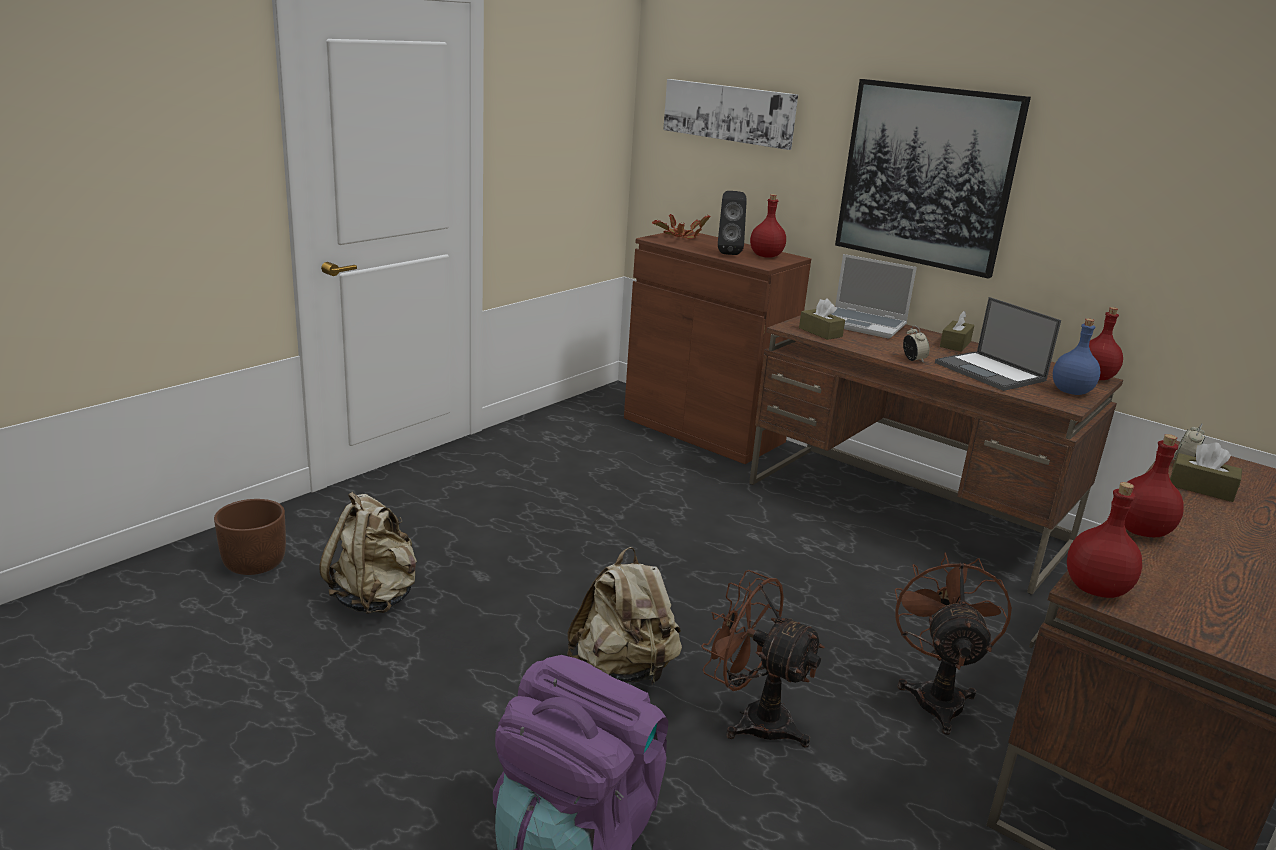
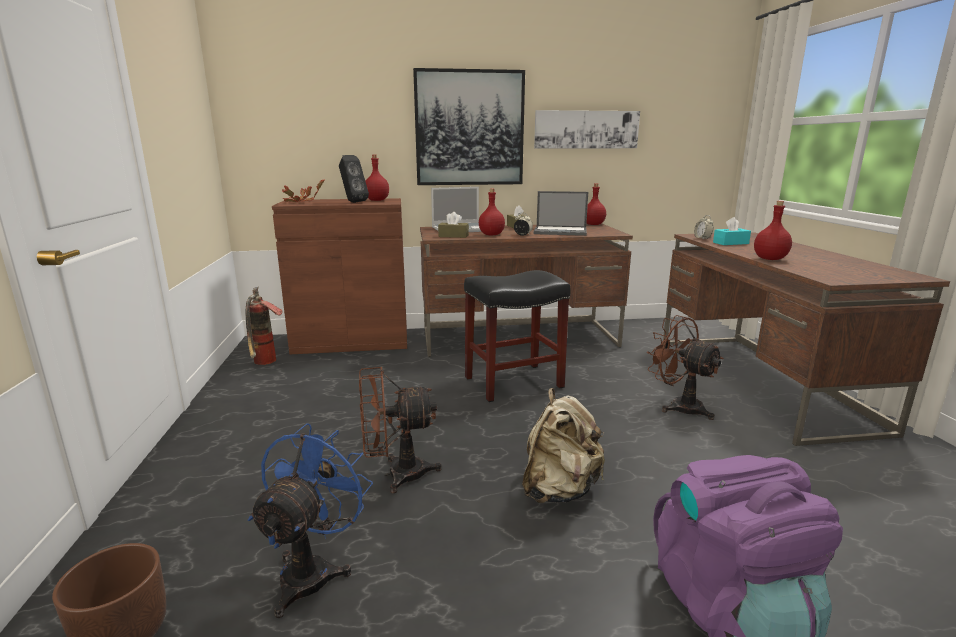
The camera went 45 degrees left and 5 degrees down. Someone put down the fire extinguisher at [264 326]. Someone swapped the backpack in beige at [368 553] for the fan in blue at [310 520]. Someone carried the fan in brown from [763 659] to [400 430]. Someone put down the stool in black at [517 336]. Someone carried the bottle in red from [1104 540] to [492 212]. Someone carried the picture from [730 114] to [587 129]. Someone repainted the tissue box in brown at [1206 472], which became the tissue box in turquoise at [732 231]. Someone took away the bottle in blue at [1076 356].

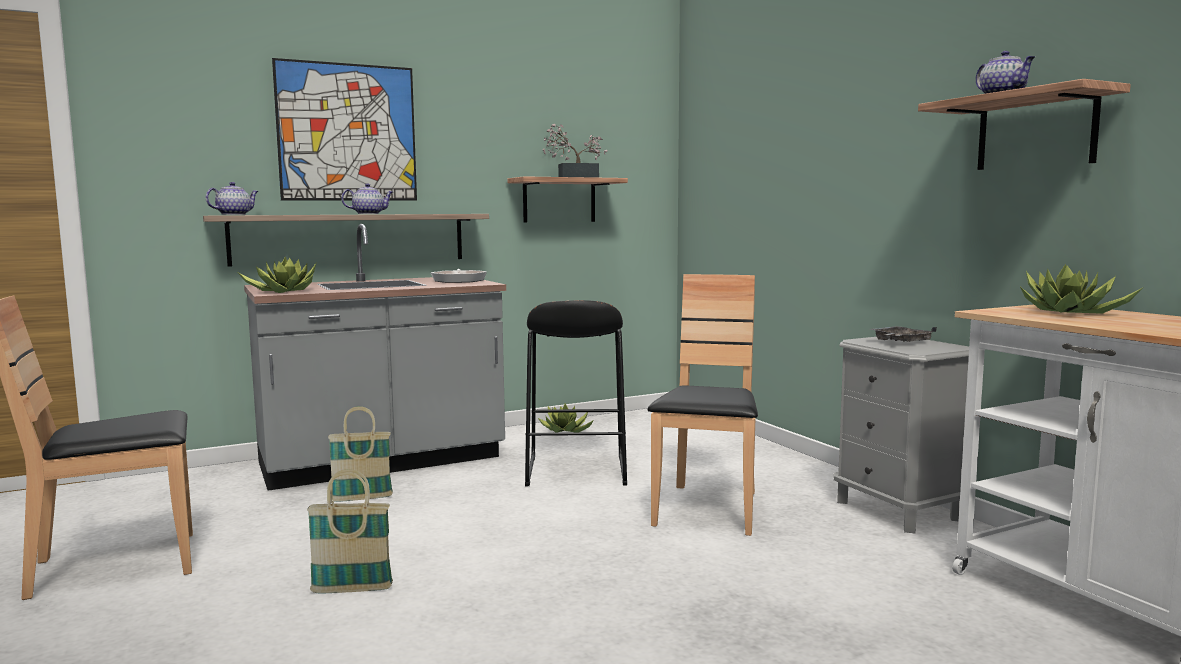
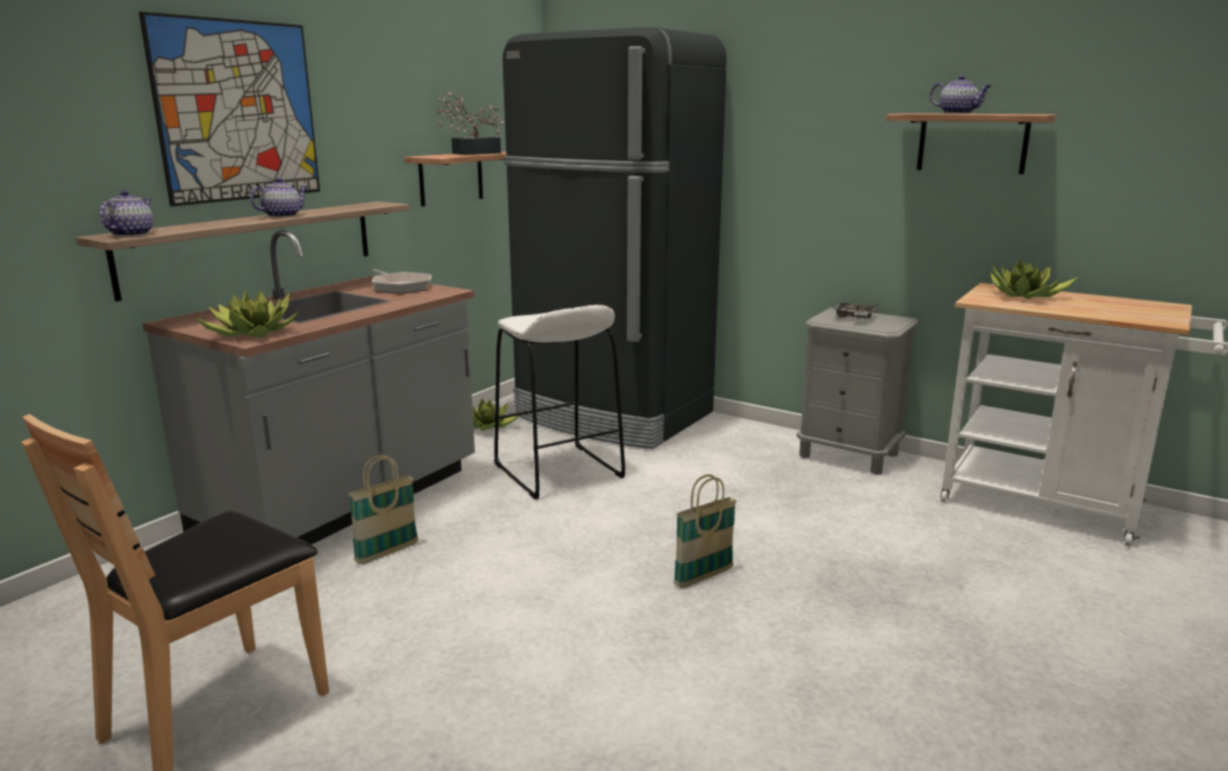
The camera went 30 degrees left and 10 degrees up. Someone repainted the stool in black at [576 393], which became the stool in white at [559 402]. Someone put down the fridge in black at [614 238]. Someone carried the basket from [350 531] to [705 531]. Someone took away the chair in brown at [702 405].

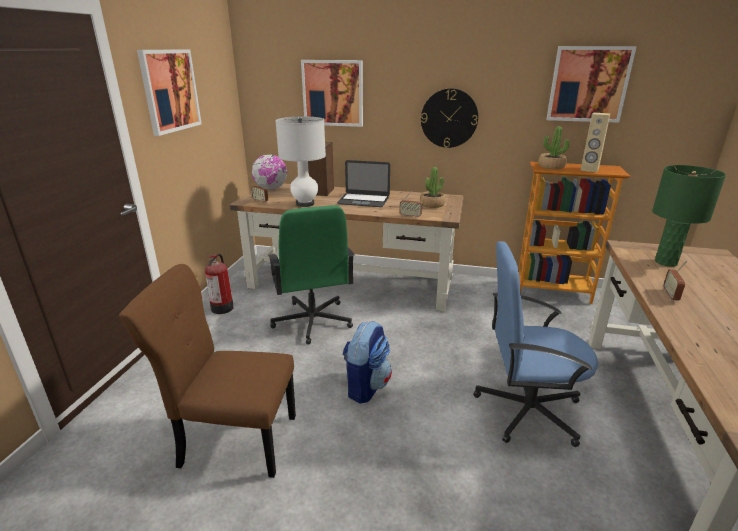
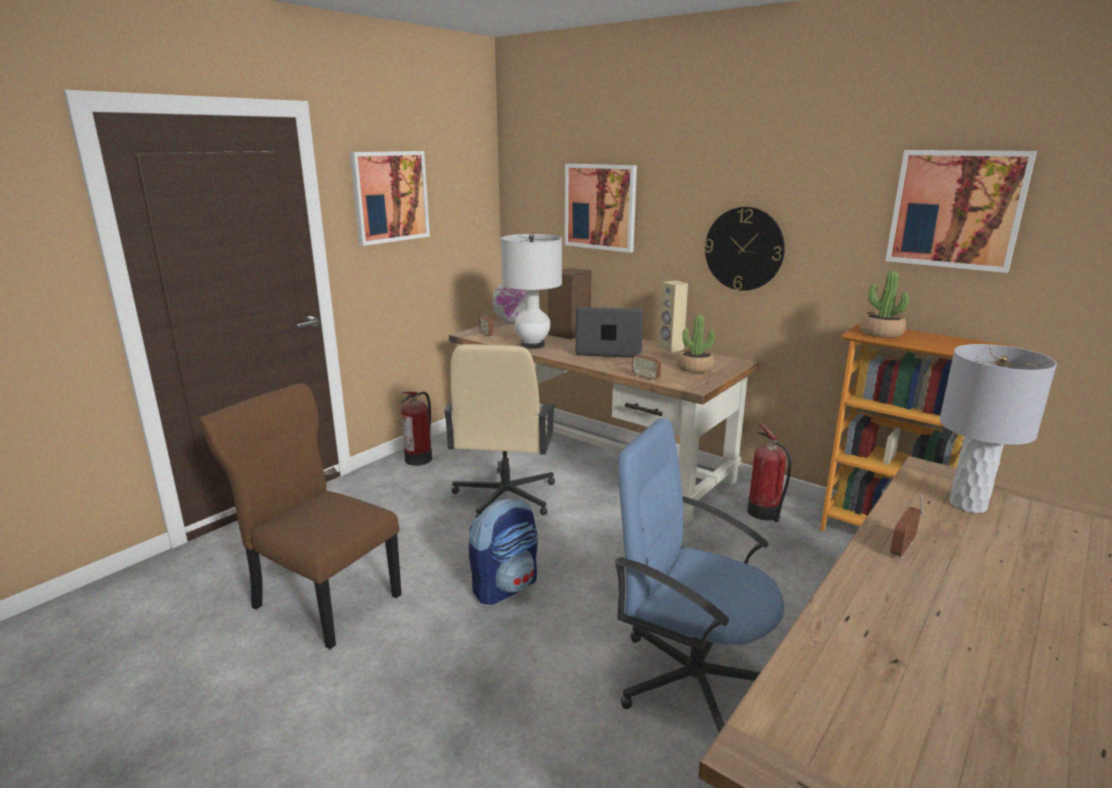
The camera went 25 degrees right and 5 degrees down. Someone repainted the office chair in green at [311 275], which became the office chair in beige at [499 431]. Someone rotated the laptop at [363 183] by 150 degrees clockwise. Someone carried the speaker in beige from [595 142] to [673 316]. Someone put down the fire extinguisher at [769 472]. Someone repainted the table lamp in green at [689 216], which became the table lamp in grey at [998 428].

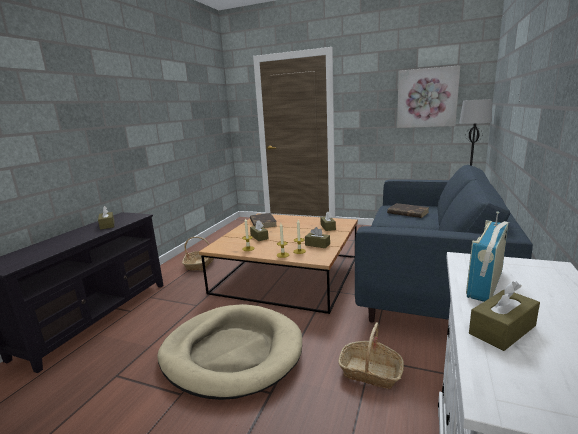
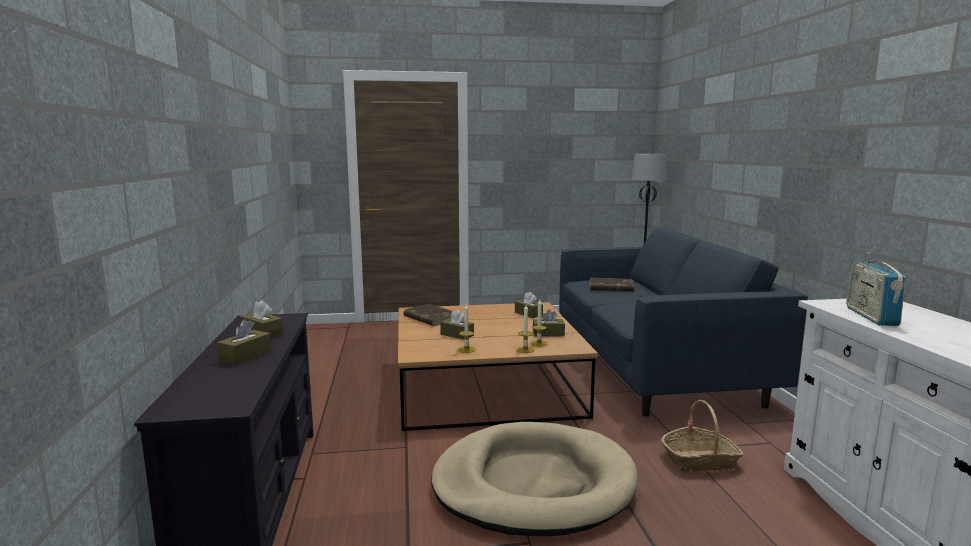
The camera went 30 degrees left and 5 degrees down. Someone carried the tissue box in brown from [504 316] to [244 342]. Someone took away the basket at [198 254]. Someone took away the picture at [428 96].

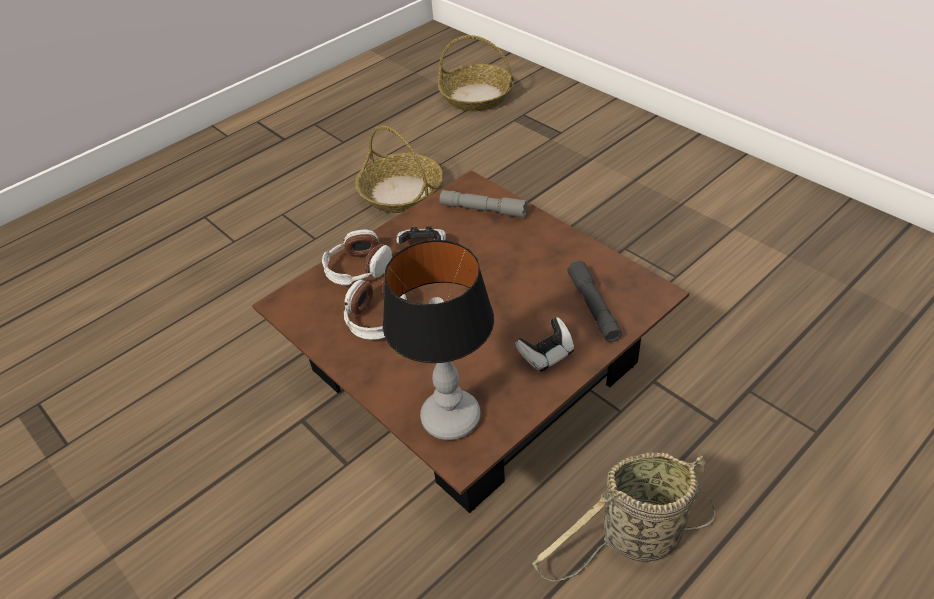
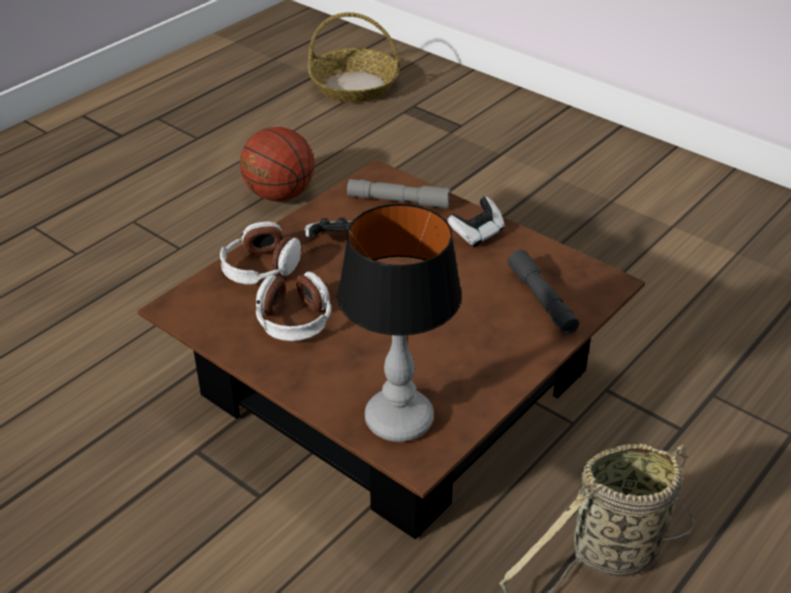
The camera went 10 degrees left and 5 degrees down. Someone swapped the basket at [399 169] for the basketball at [277 164]. Someone carried the game controller from [544 344] to [476 221].

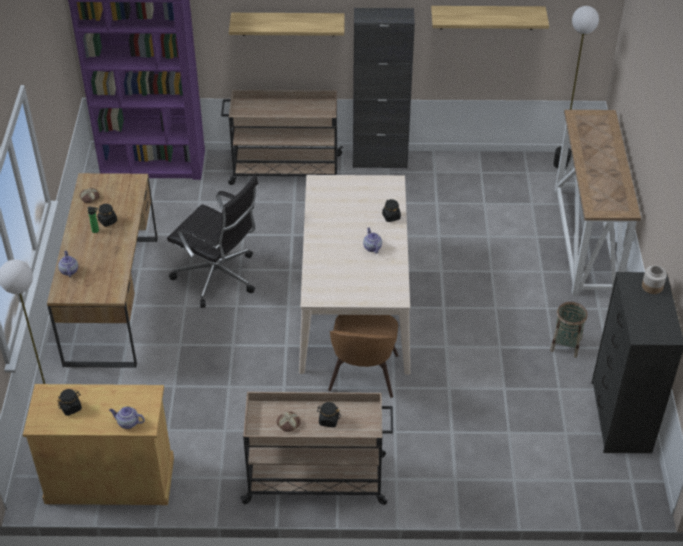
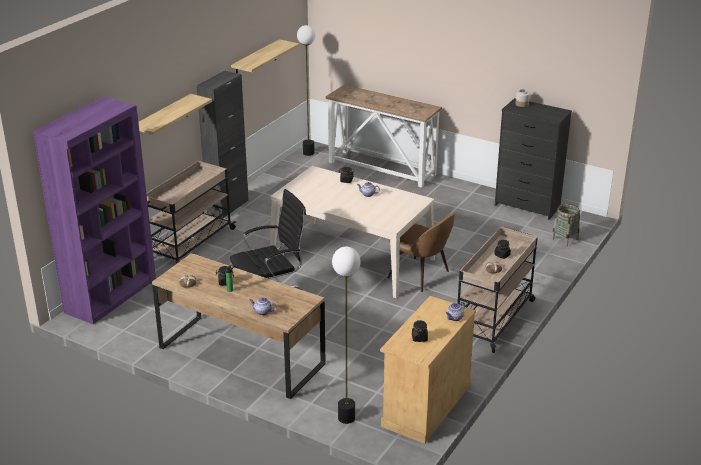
The camera went 60 degrees left and 15 degrees down. Someone carried the basket from [568 330] to [565 225].

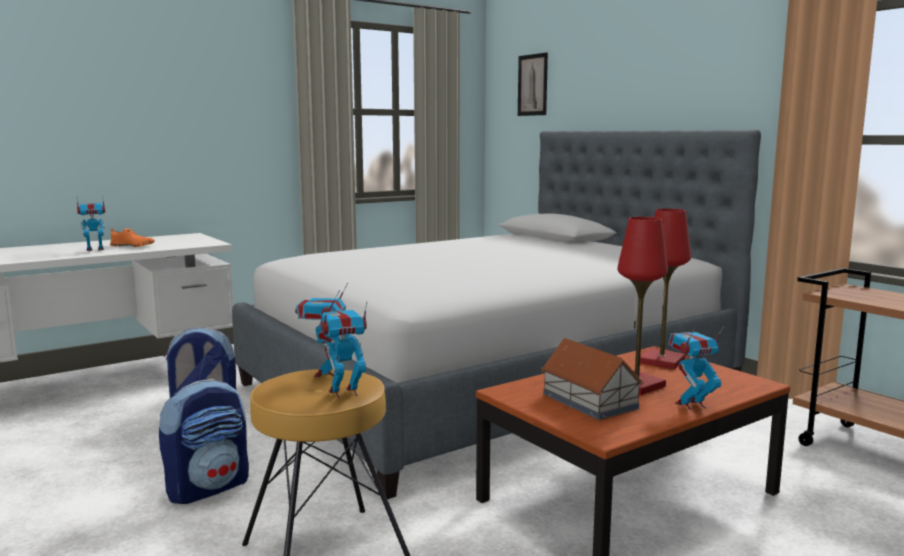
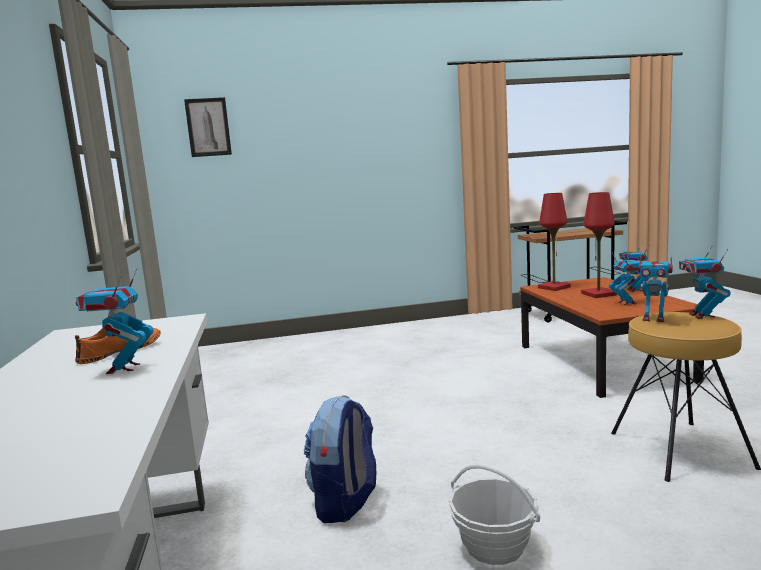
The camera went 65 degrees left and 0 degrees up. Someone put down the basket at [494 514]. Someone swapped the toy house at [592 379] for the toy robot at [626 279]. Someone took away the backpack at [204 441]. Someone took away the bed at [496 314].

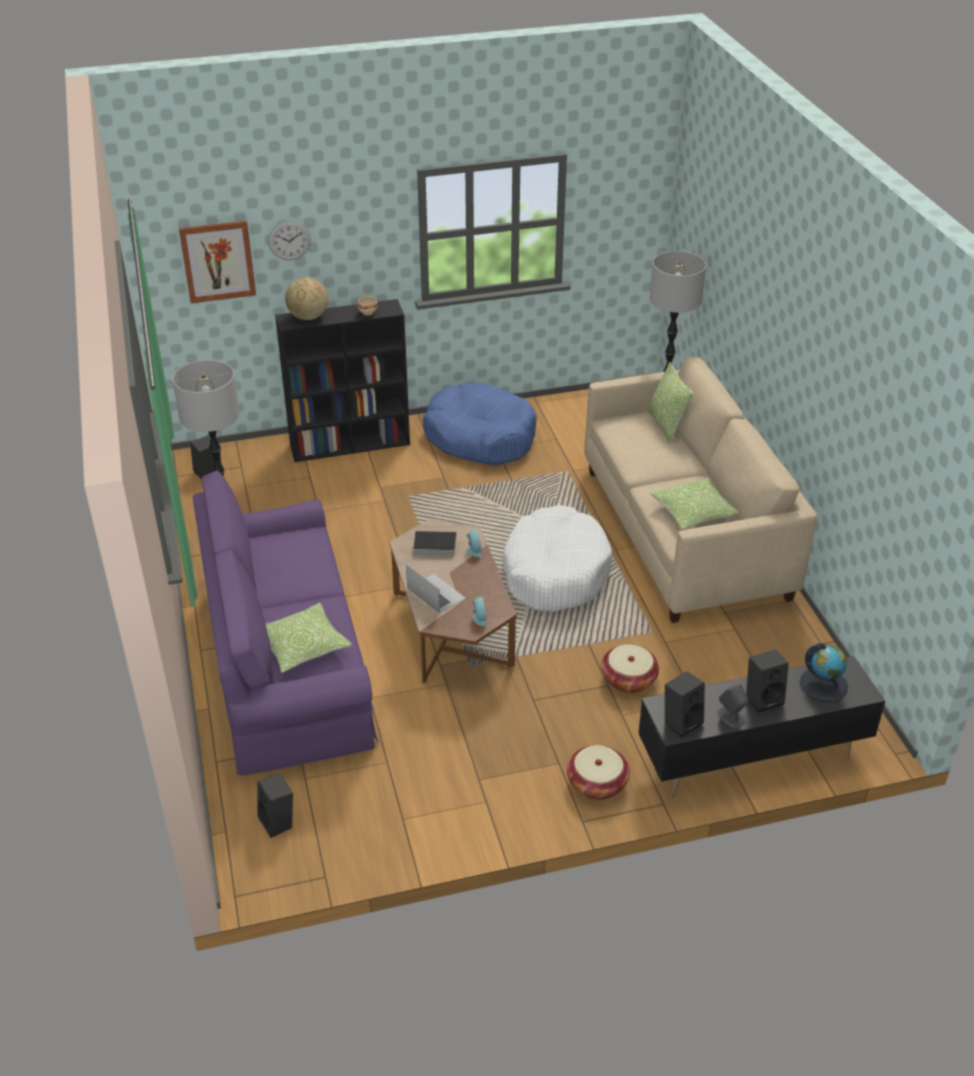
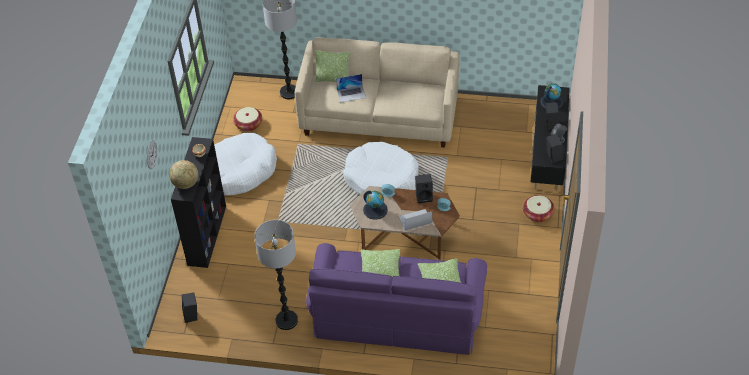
The camera went 65 degrees left and 10 degrees up. Someone repainted the dog bed in blue at [480 424], which became the dog bed in white at [245 164]. Someone carried the basket from [630 668] to [247 119]. Someone put down the laptop at [351 88]. Someone carried the pillow from [695 504] to [380 263]. Someone swapped the book at [432 543] for the globe at [375 205]. Someone carried the speaker in black from [275 805] to [424 188]. Someone took away the picture at [217 261].

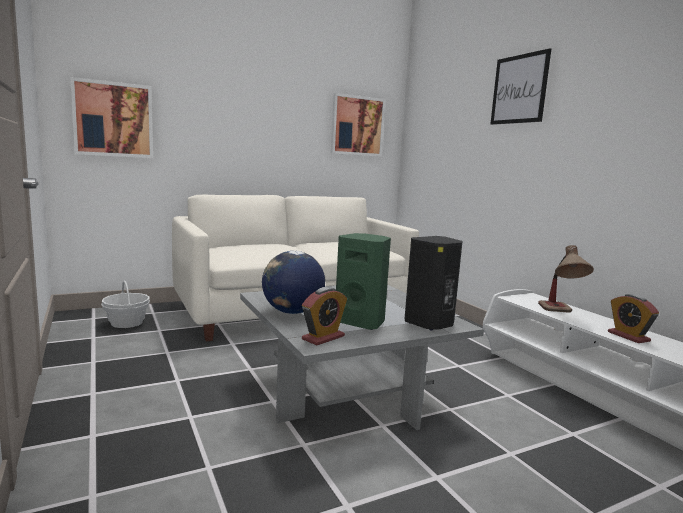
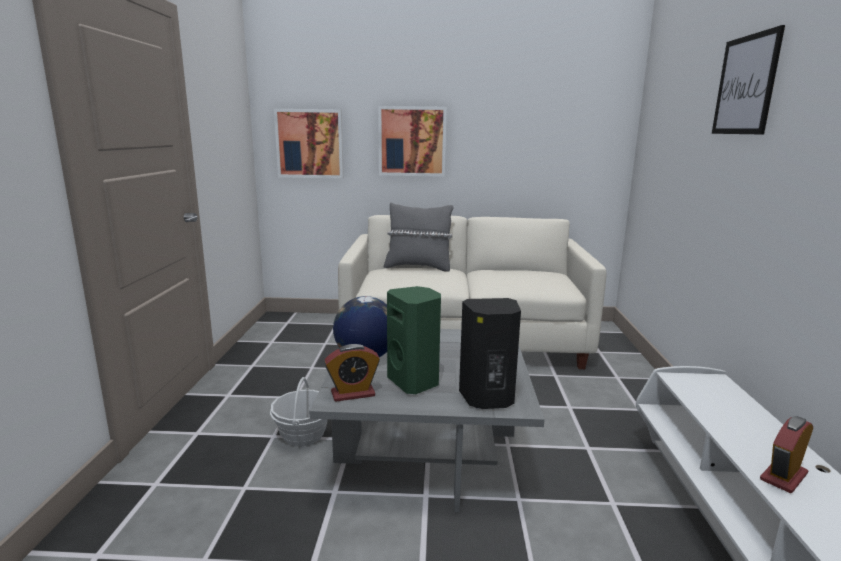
The camera went 30 degrees right and 5 degrees up. Someone carried the basket from [125 304] to [299 411]. Someone carried the picture from [358 125] to [412 141]. Someone put down the pillow in grey at [418 237]. Someone rotated the alarm clock at [633 318] by 45 degrees clockwise. Someone took away the table lamp at [566 279].

